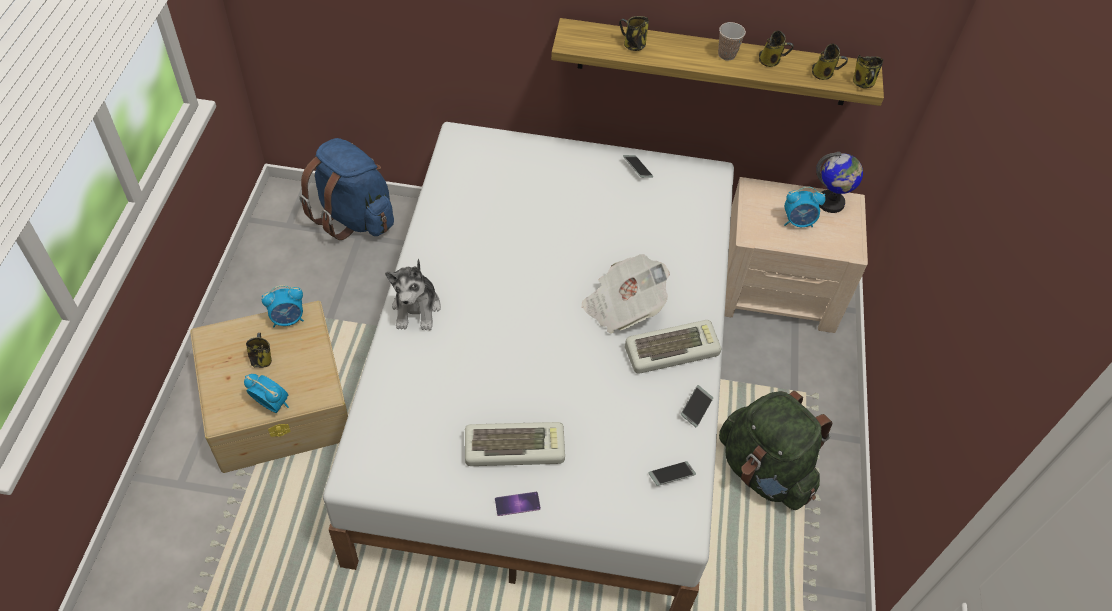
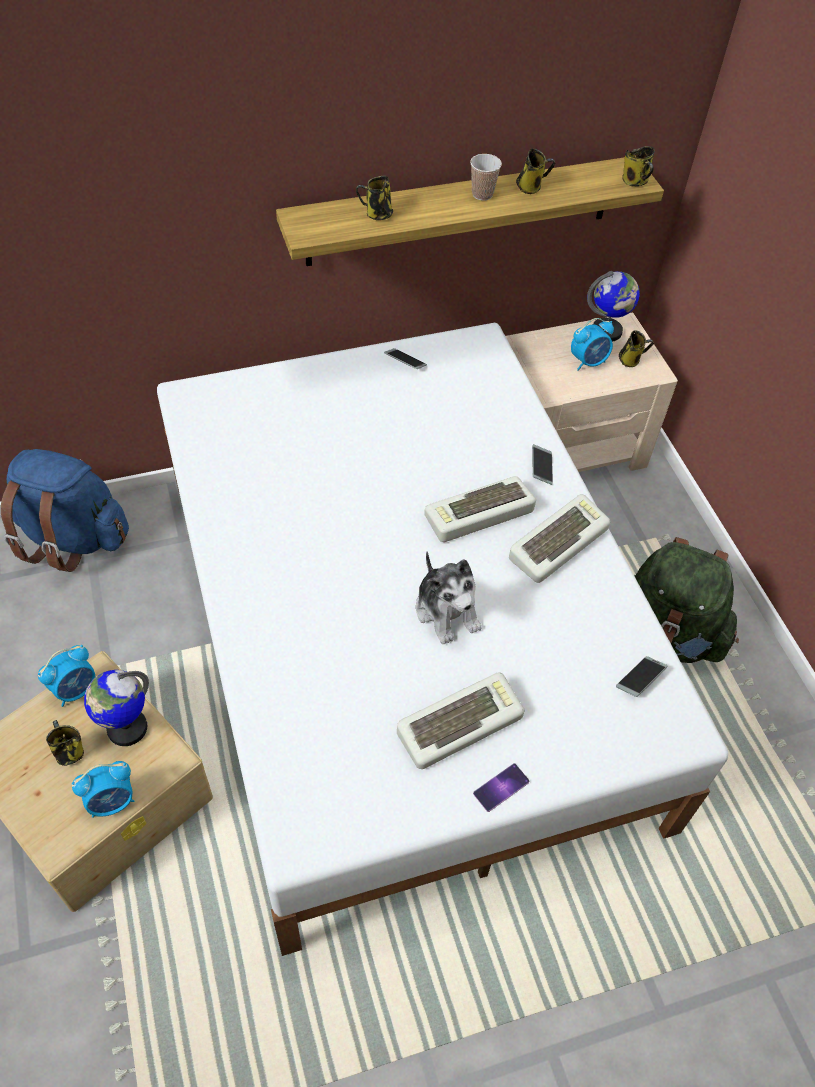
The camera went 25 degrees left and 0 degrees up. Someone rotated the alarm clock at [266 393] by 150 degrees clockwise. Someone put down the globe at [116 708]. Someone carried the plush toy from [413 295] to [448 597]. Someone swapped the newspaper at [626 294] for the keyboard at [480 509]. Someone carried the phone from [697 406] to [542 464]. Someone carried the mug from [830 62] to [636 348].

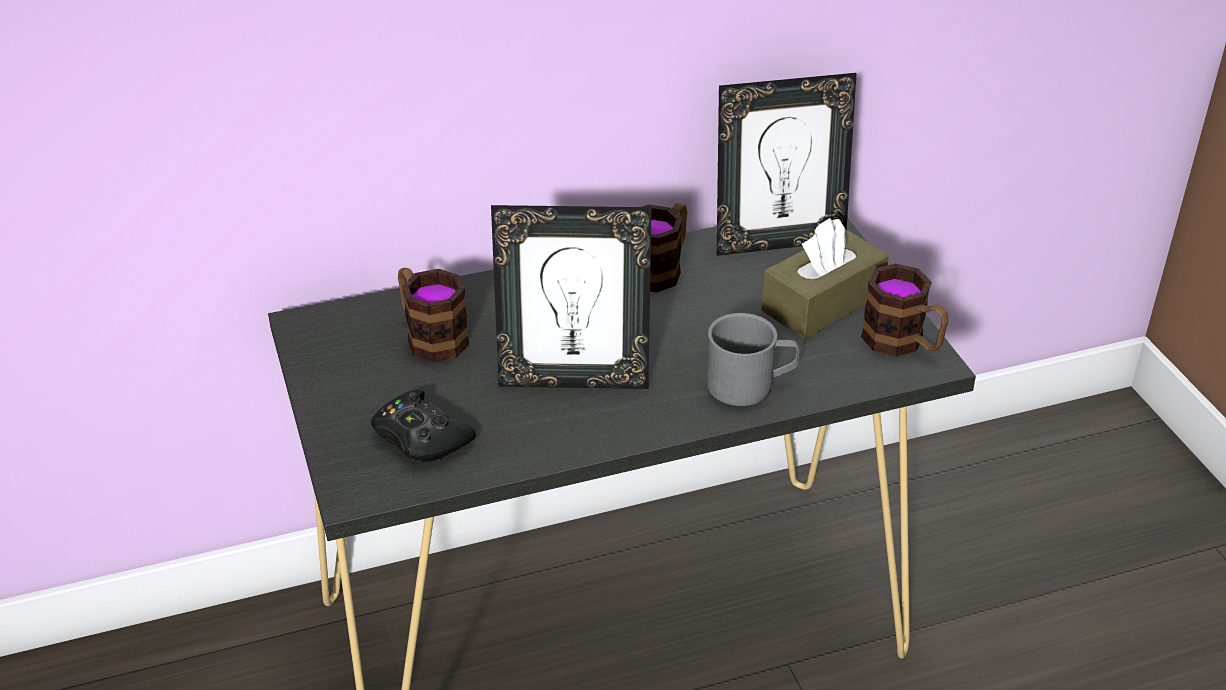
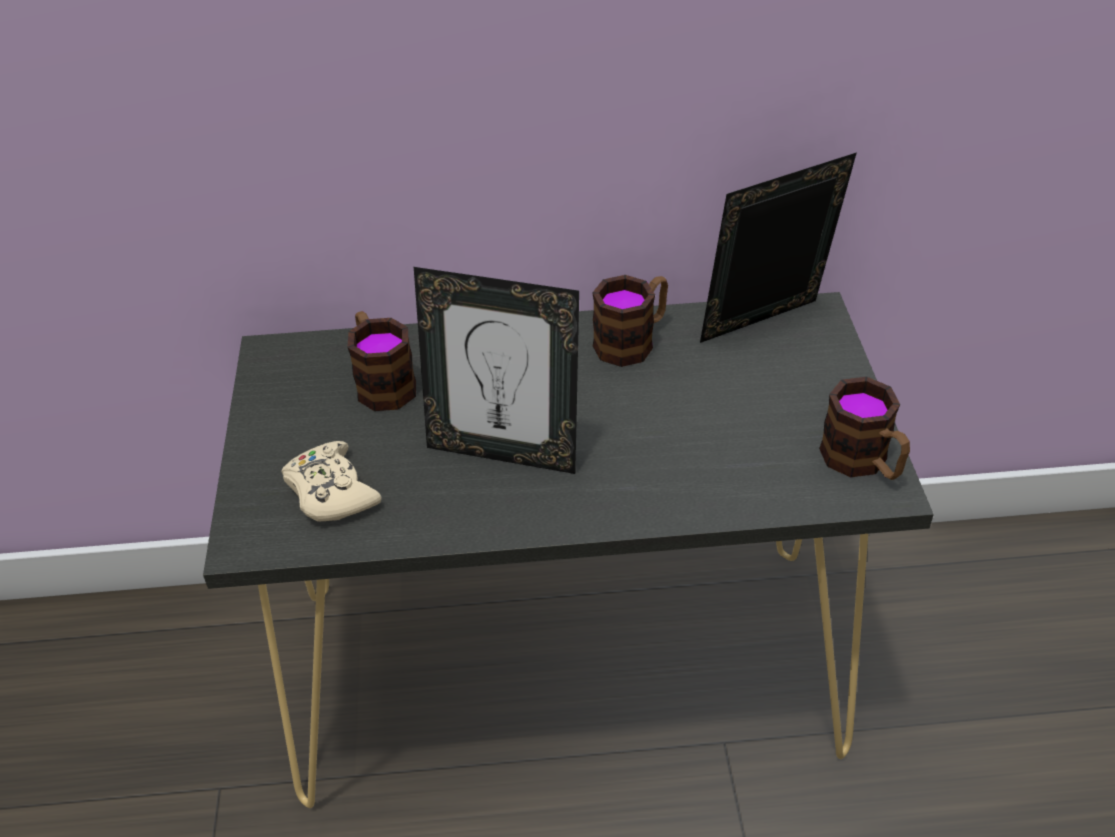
The camera went 15 degrees right and 5 degrees up. Someone repainted the game controller in black at [423 426], which became the game controller in beige at [331 481]. Someone rotated the picture frame at [787 164] by 150 degrees clockwise. Someone took away the mug in grey at [753 359]. Someone took away the tissue box in brown at [825 278].

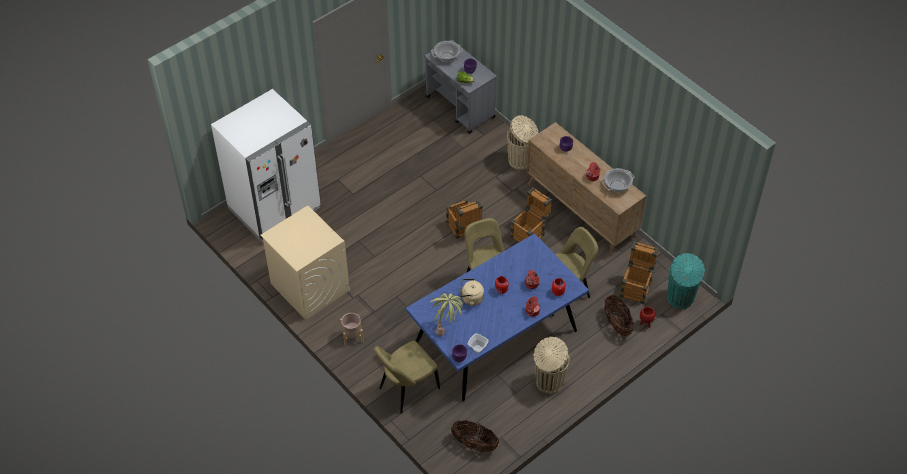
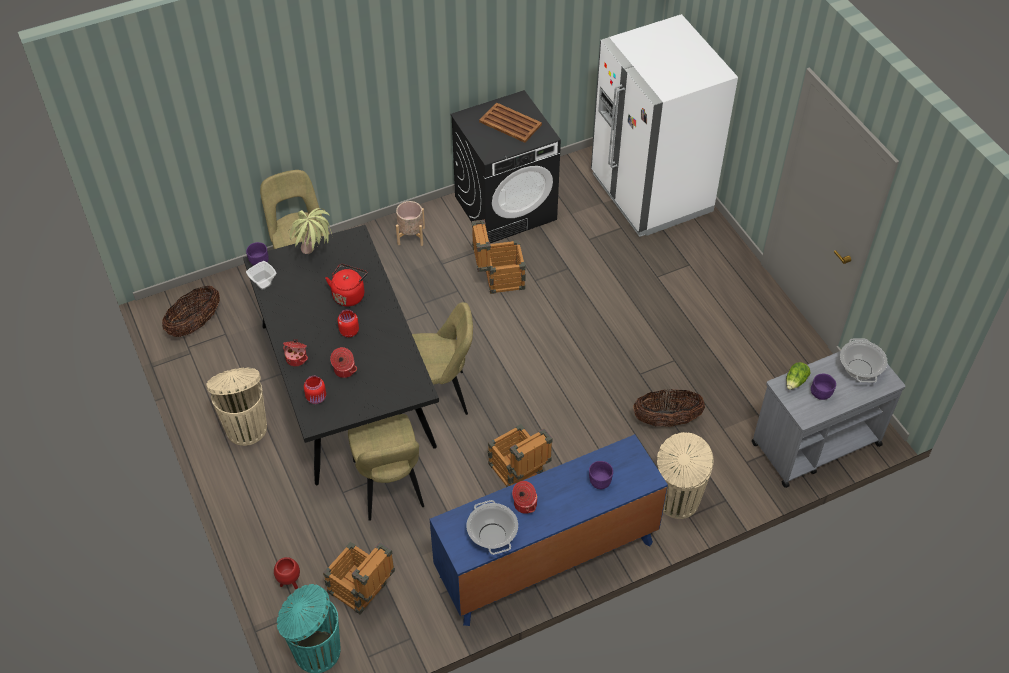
The camera went 105 degrees right and 0 degrees up. Someone repainted the dining table in blue at [497 317], which became the dining table in black at [341 355]. Someone repainted the kettle in beige at [472 292], which became the kettle in red at [346 285]. Someone repainted the dresser in brown at [586 188], which became the dresser in blue at [549 530]. Someone repainted the washing machine in beige at [305 262], which became the washing machine in black at [505 166]. Someone carried the crate from [464 219] to [499 257]. Someone put down the tray in brown at [510 122]. Someone carried the basket from [618 315] to [669 408].

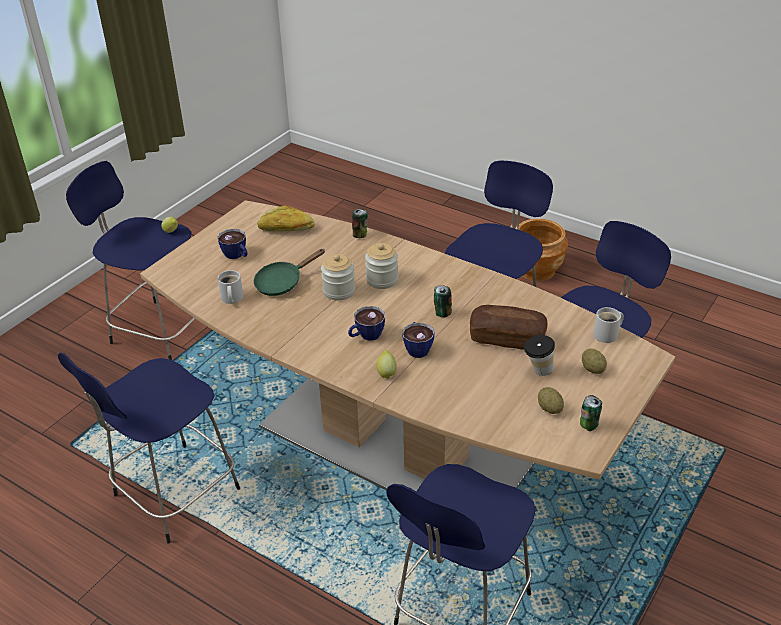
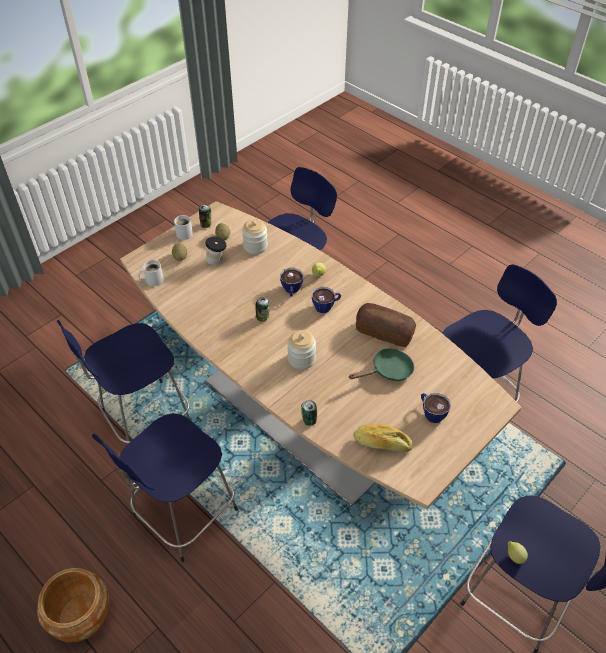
The camera went 170 degrees left and 10 degrees up. Someone carried the mug in white from [230 287] to [183 227]. Someone carried the jar from [338 277] to [255 236]. Someone carried the bread from [508 327] to [386 325].

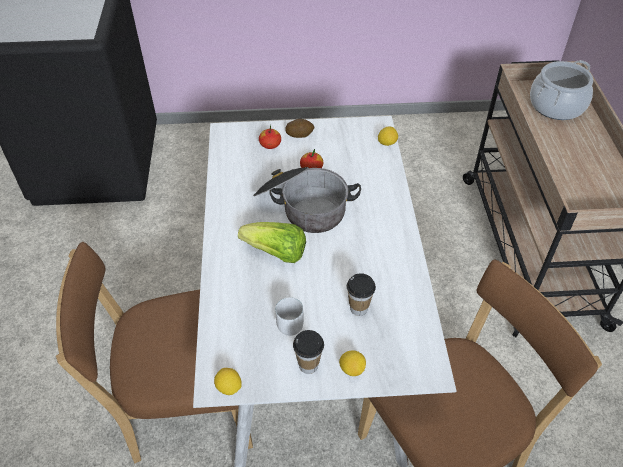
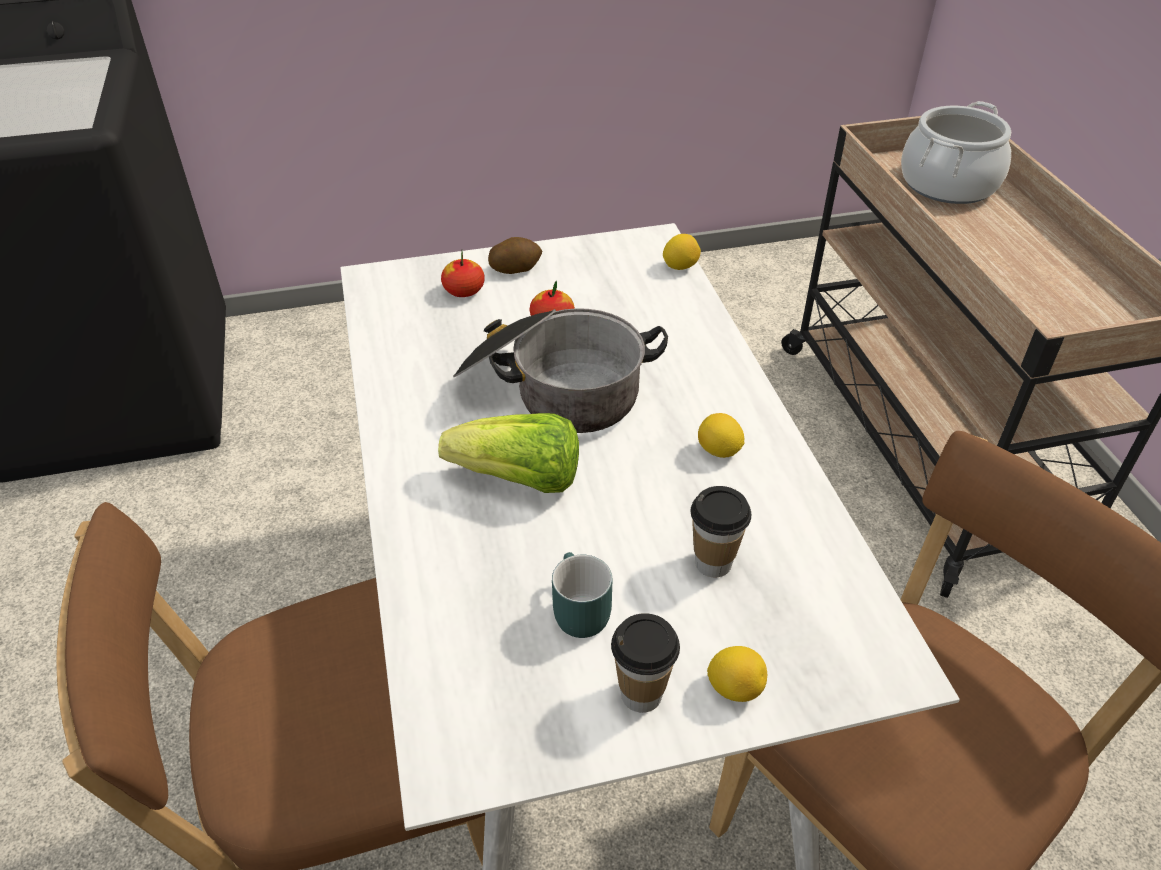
The camera went 10 degrees left and 5 degrees down. Someone repainted the mug in white at [289 315], which became the mug in turquoise at [582 595]. Someone carried the lemon from [228 381] to [721 435].

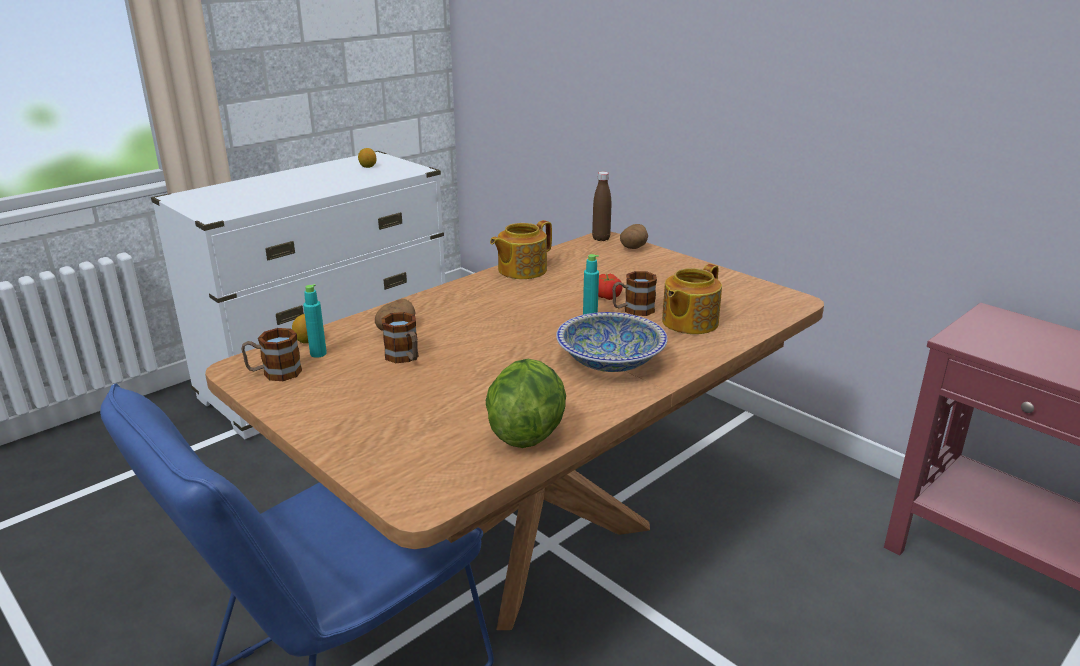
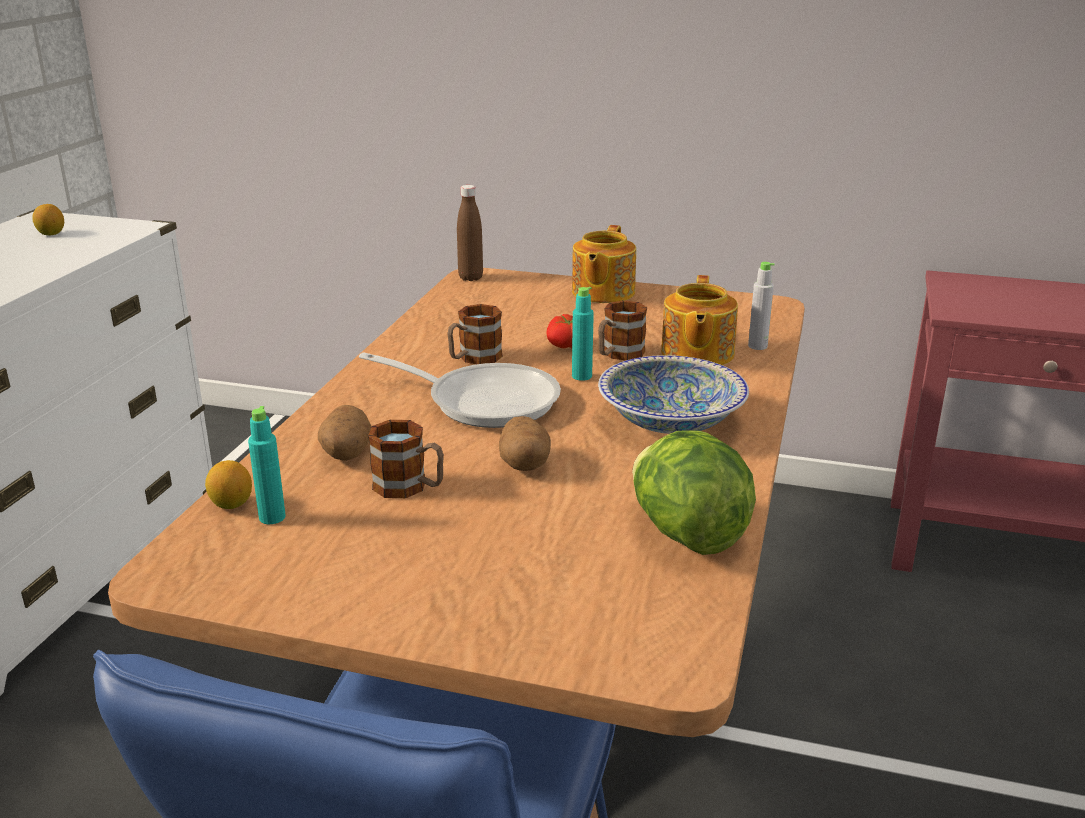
The camera went 30 degrees left and 0 degrees up. Someone put down the frying pan at [460 390]. Someone carried the mug from [271 354] to [475 334]. Someone carried the potato from [634 236] to [525 443]. Someone carried the teapot from [521 249] to [604 264]. Someone put down the bottle in grey at [761 306].

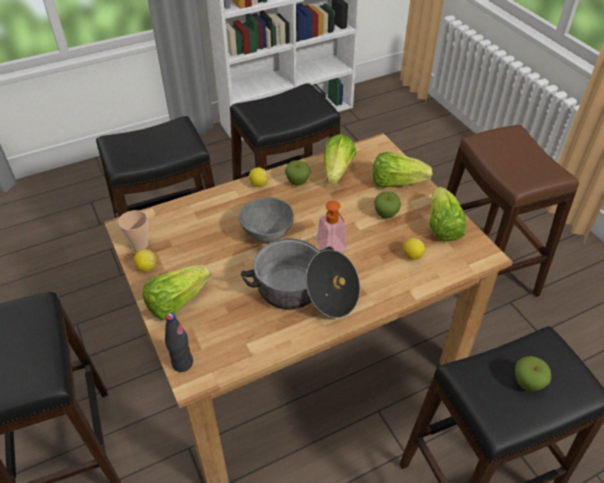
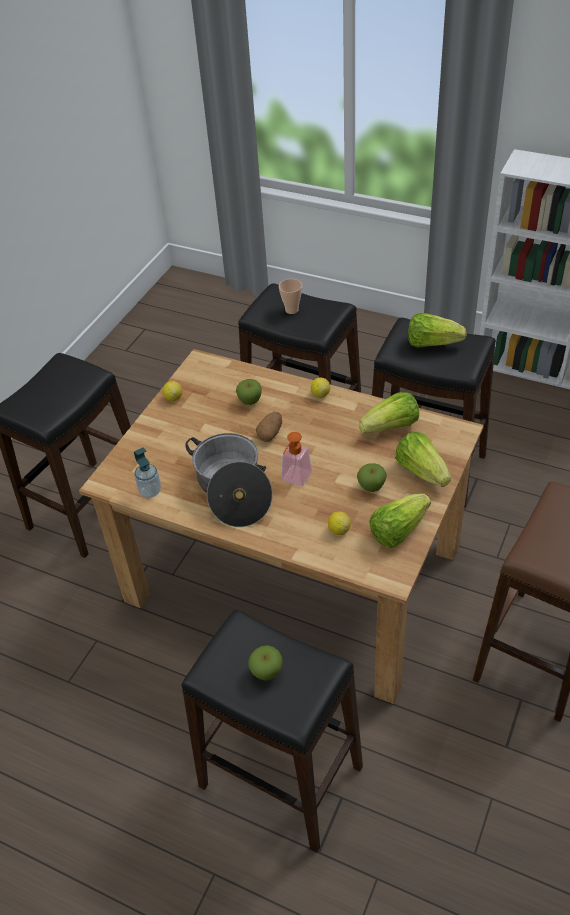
The camera went 55 degrees right and 0 degrees up. Someone put down the soap dispenser at [147 472]. Someone carried the apple from [297 172] to [249 392]. Someone swapped the bowl in grey at [266 219] for the potato at [269 427]. Someone carried the cup from [133 230] to [290 296]. Someone carried the lettuce from [177 292] to [437 330]. Someone took away the bottle in black at [179 342].

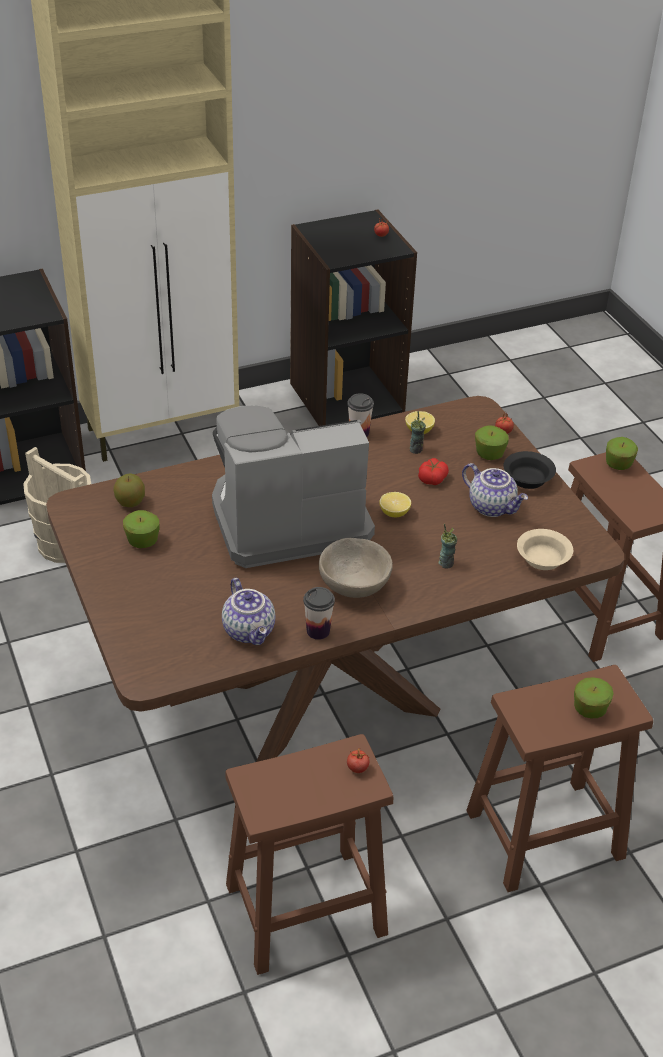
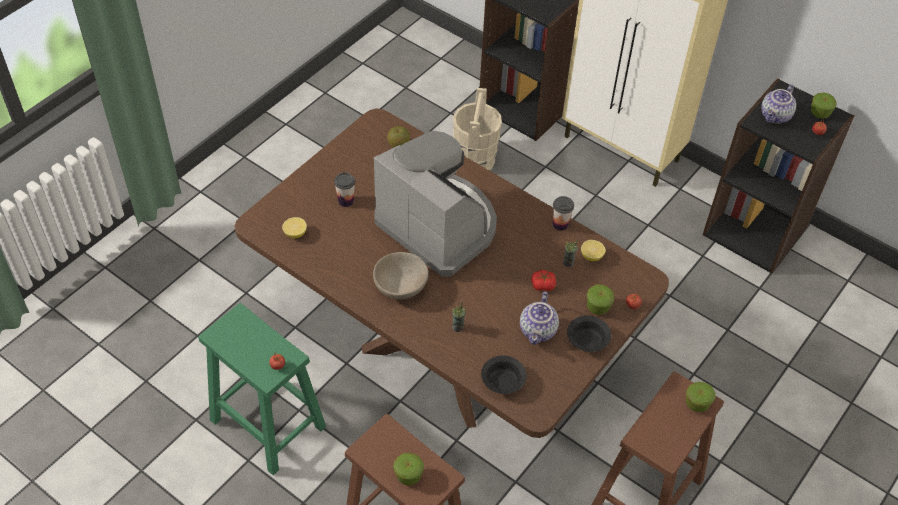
The camera went 60 degrees right and 10 degrees up. Someone repainted the stool in brown at [309 854], which became the stool in green at [262 389]. Someone carried the lemon from [395 504] to [294 227]. Someone carried the cup from [319 613] to [344 189]. Someone repainted the bowl in beige at [545 549], which became the bowl in black at [504 375]. Someone carried the teapot from [249 611] to [778 104]. Someone carried the apple from [141 529] to [824 106].

